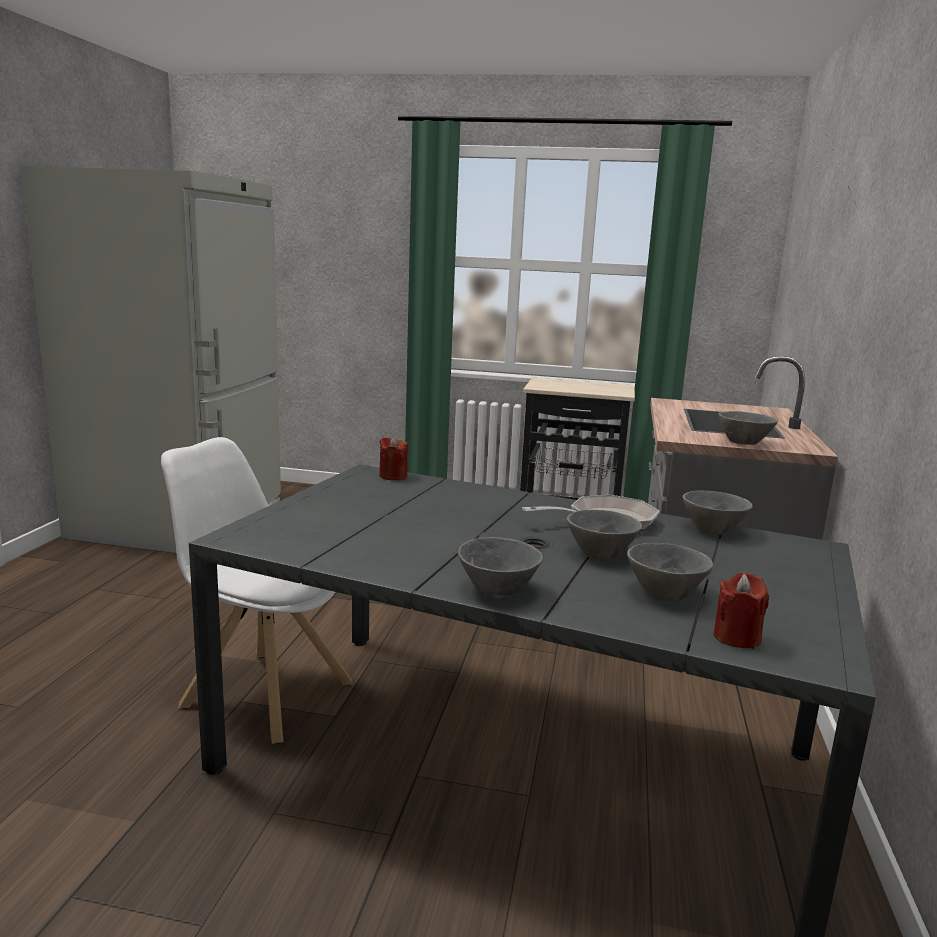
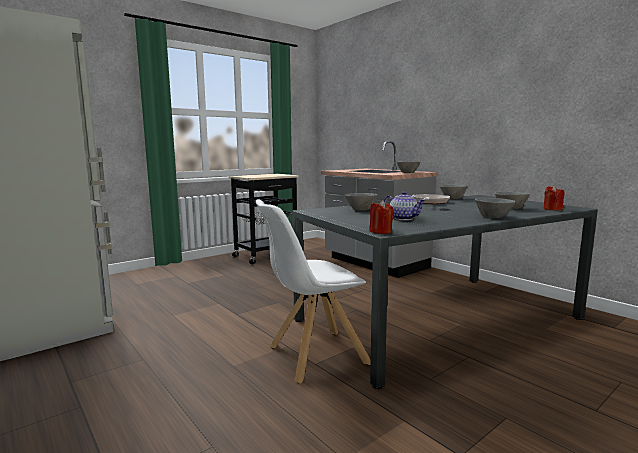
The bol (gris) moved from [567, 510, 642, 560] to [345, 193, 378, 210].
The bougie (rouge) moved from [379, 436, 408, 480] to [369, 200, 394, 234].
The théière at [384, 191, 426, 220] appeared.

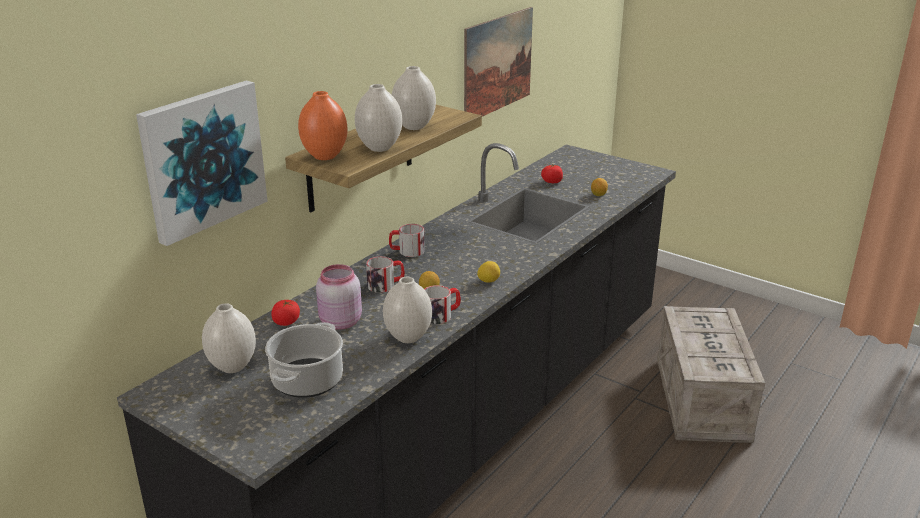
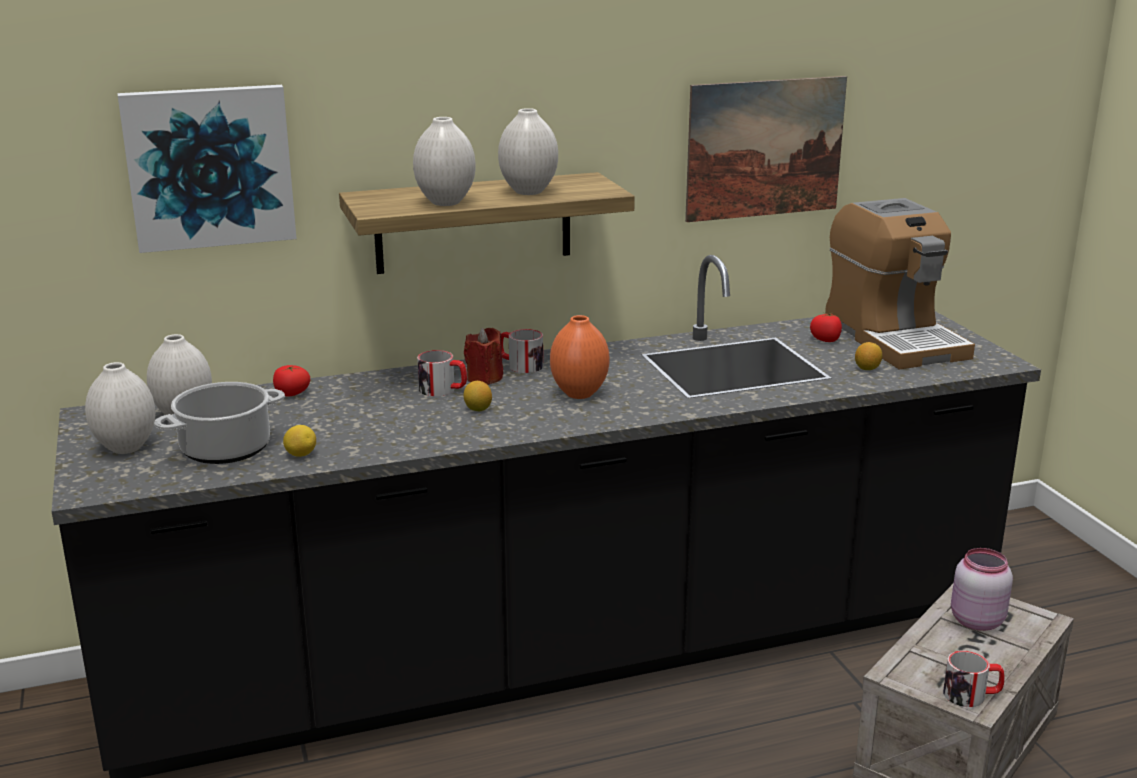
The vase (blanc) moved from [383, 277, 432, 343] to [85, 362, 155, 454].
The citron moved from [477, 261, 500, 283] to [283, 425, 316, 457].
The bougie (rouge) at [464, 328, 503, 385] appeared.
The vase (orange) moved from [298, 91, 348, 160] to [550, 315, 610, 399].
The machine à café at [825, 198, 975, 369] appeared.
The mug moved from [424, 285, 461, 324] to [943, 651, 1005, 707].
The bocal (rose) moved from [316, 264, 362, 330] to [951, 548, 1013, 631].

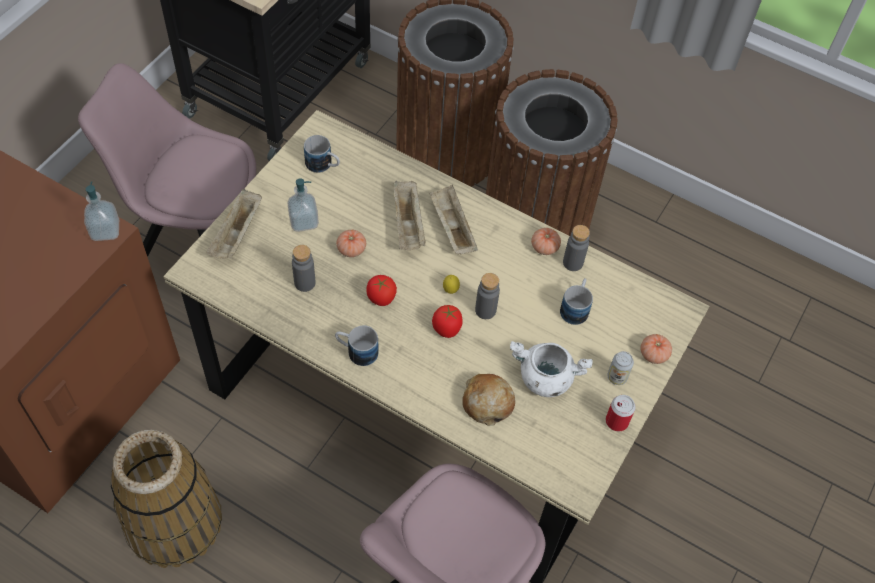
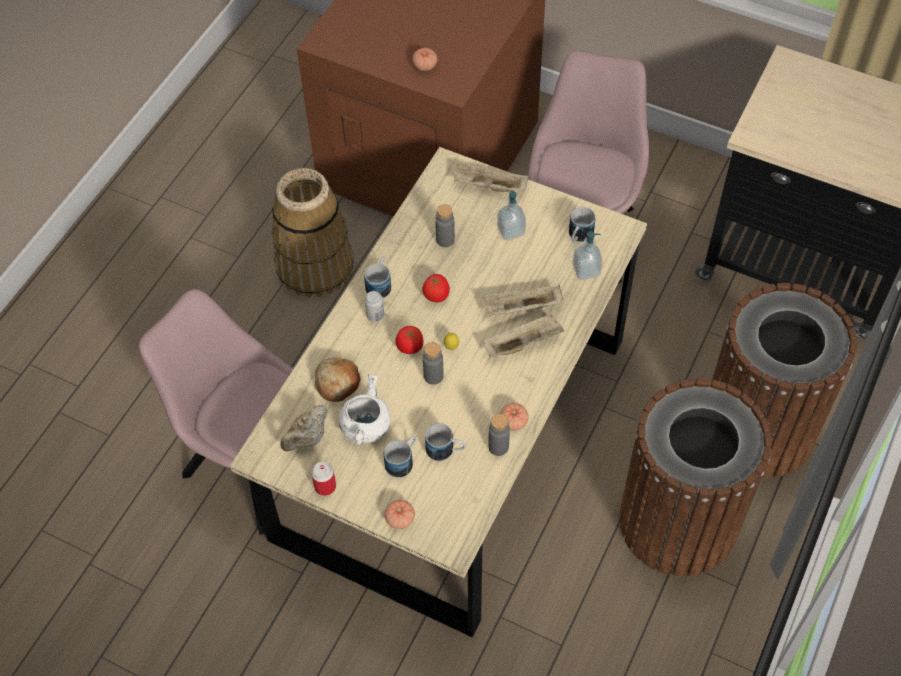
The théière (beige) at [280, 405, 328, 451] appeared.
The boîte métallique moved from [608, 351, 634, 385] to [365, 291, 384, 322].
The mug at [384, 435, 417, 477] appeared.
The tomate moved from [336, 230, 366, 257] to [412, 48, 437, 71].
The distributeur de savon moved from [84, 182, 119, 241] to [573, 231, 603, 280].

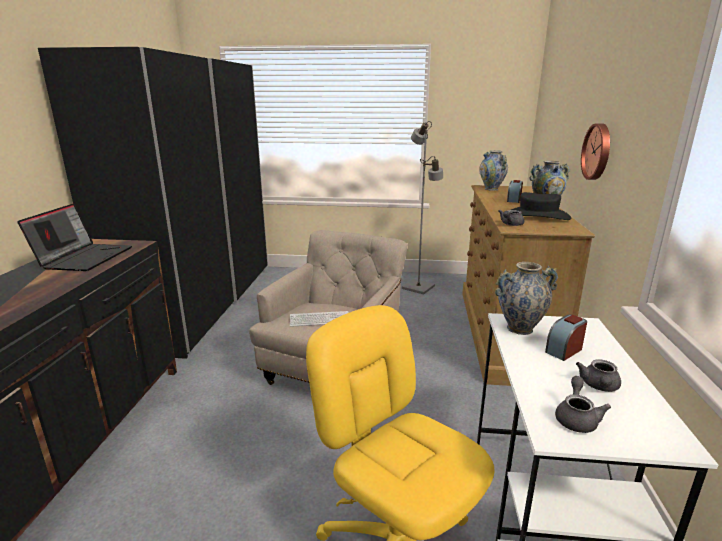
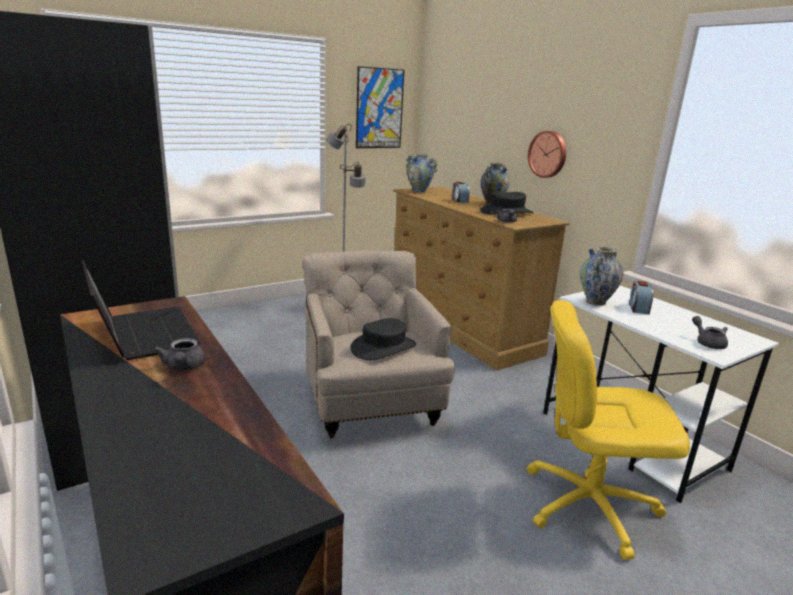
The théière (gris) moved from [576, 359, 621, 392] to [153, 338, 206, 371].
The clavier at [290, 311, 349, 327] was replaced by the chapeau (noir) at [350, 318, 416, 360].
The tableau at [356, 66, 404, 148] appeared.

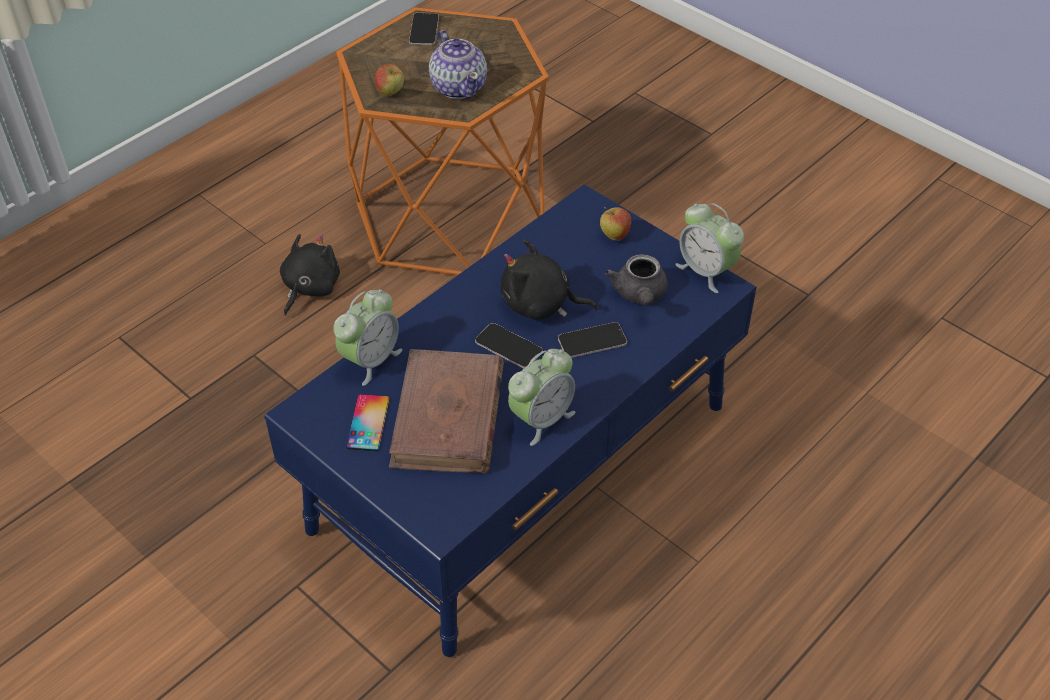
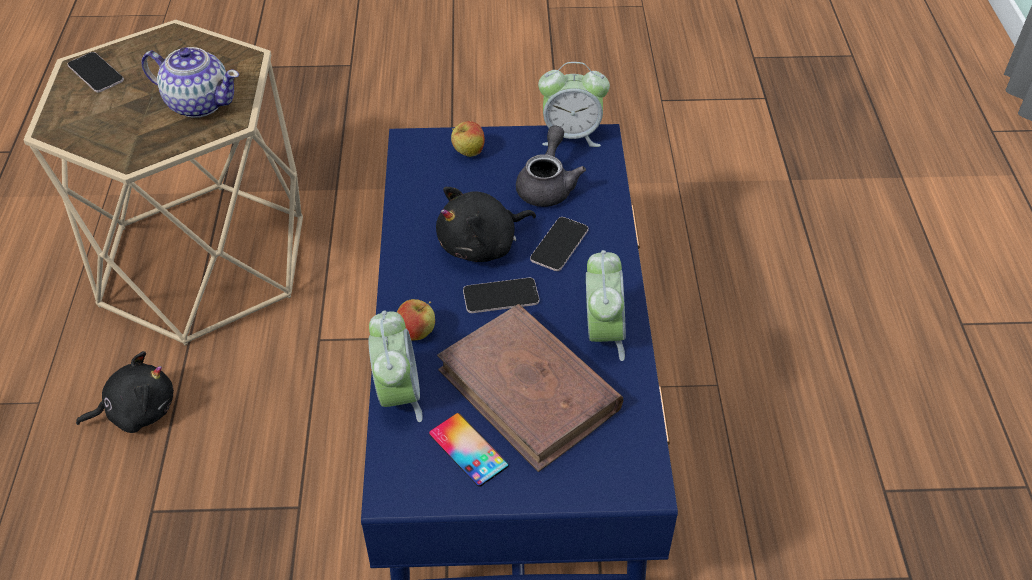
The table d'appoint (orange) at [336, 7, 549, 275] became the table d'appoint (beige) at [24, 20, 303, 345].
The peluche (noir) at [280, 234, 340, 316] turned 90 degrees clockwise.
The pomme moved from [375, 64, 404, 96] to [397, 299, 435, 341].
The théière (gris) at [605, 254, 668, 306] turned 120 degrees counterclockwise.

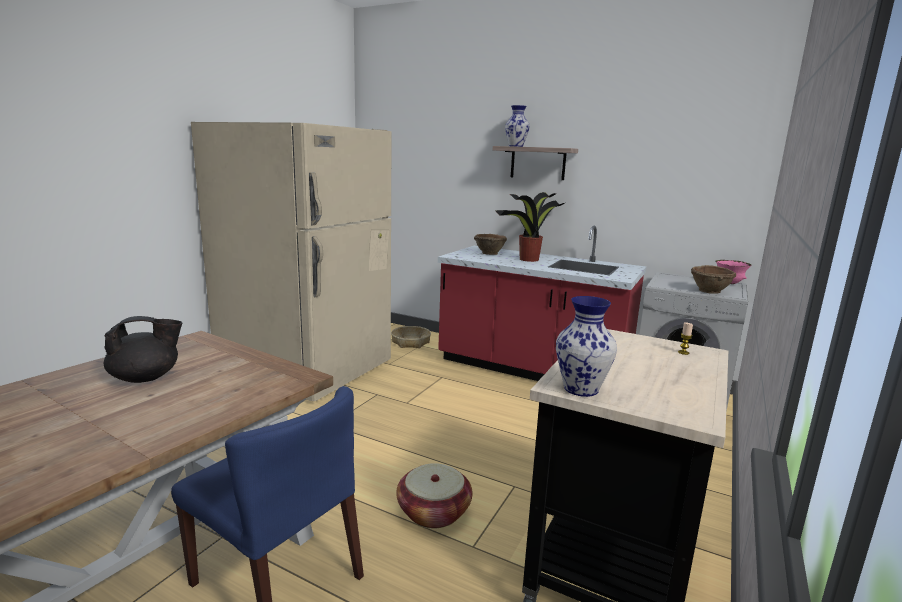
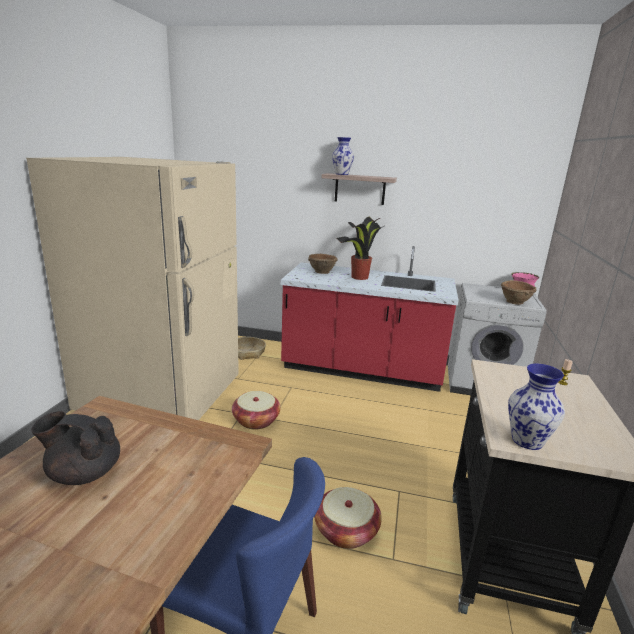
The théière (noir) at [104, 316, 182, 383] turned 135 degrees counterclockwise.
The panier at [232, 391, 281, 430] appeared.

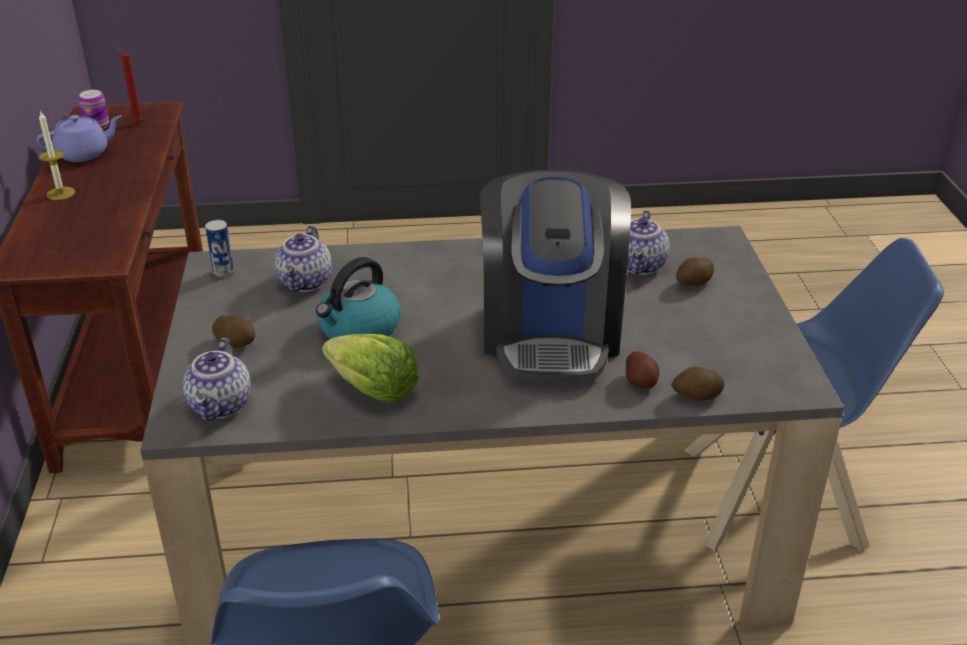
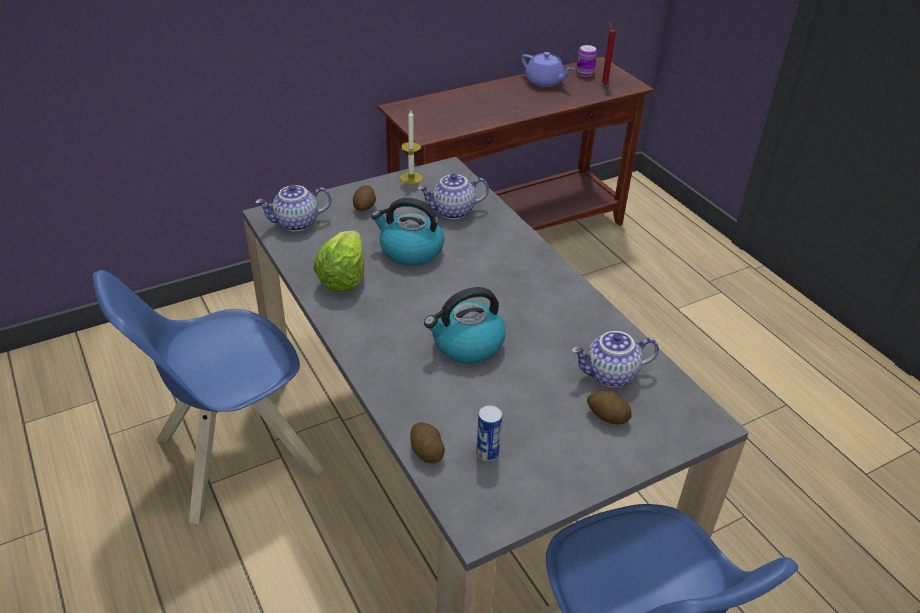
The bougie moved from [39, 110, 75, 200] to [400, 110, 423, 184].
The machine à café at [480, 170, 631, 382] was replaced by the bouilloire at [424, 287, 506, 364].
The boîte métallique moved from [205, 220, 234, 277] to [476, 405, 502, 462].
The pomme de terre at [626, 351, 660, 389] disappeared.

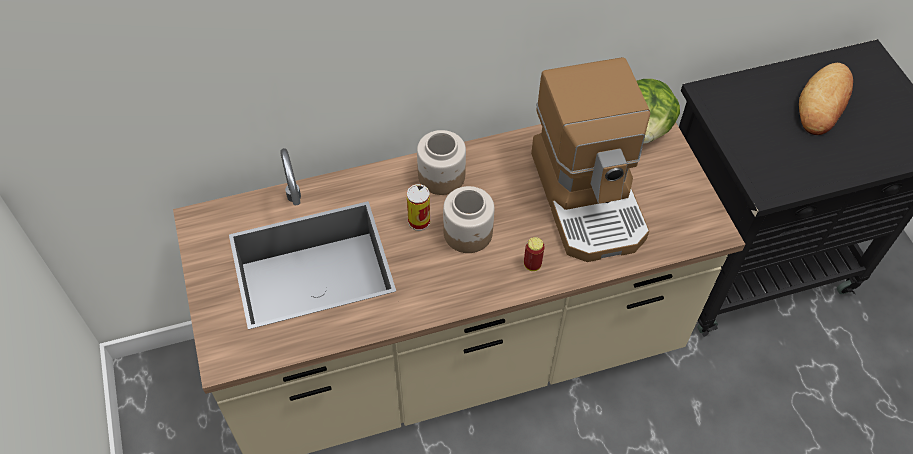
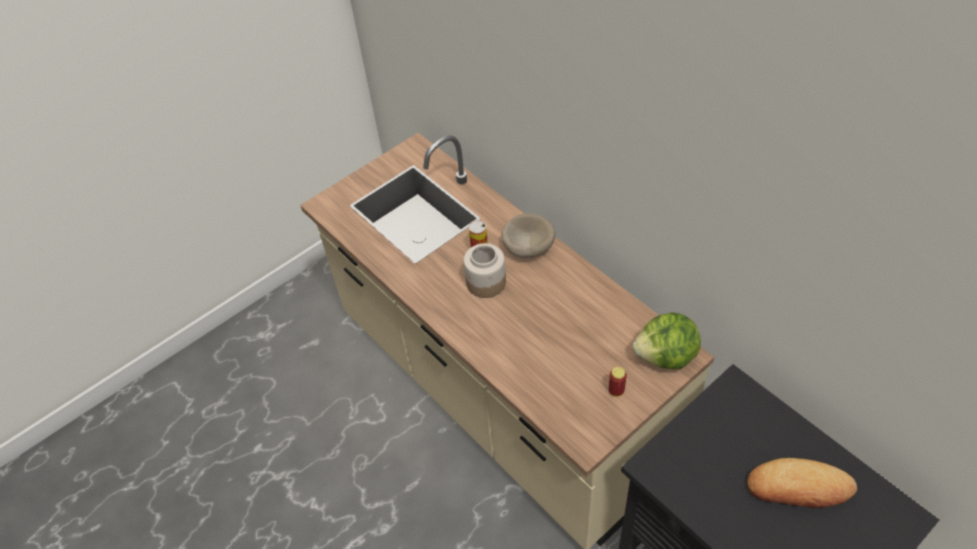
The bocal at [417, 130, 466, 195] was replaced by the bol (beige) at [502, 214, 555, 258].
The boîte métallique moved from [524, 237, 544, 271] to [609, 367, 627, 397].
The machine à café at [531, 57, 650, 262] disappeared.

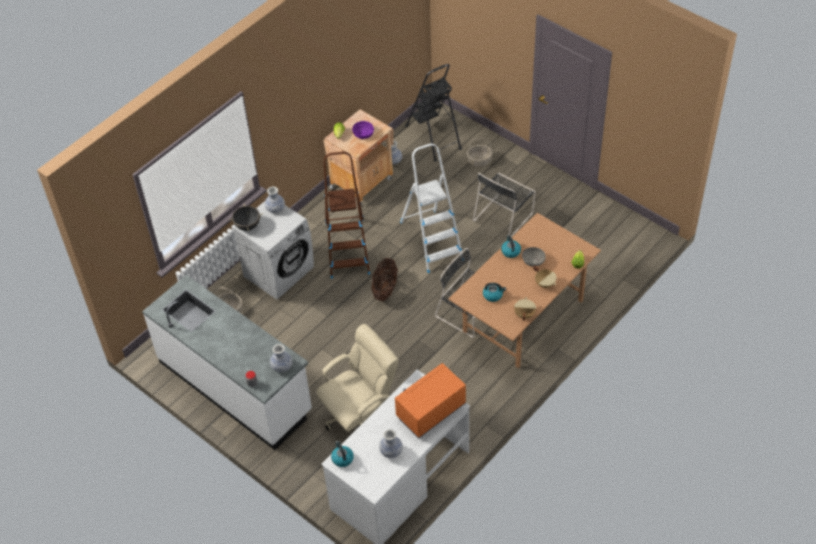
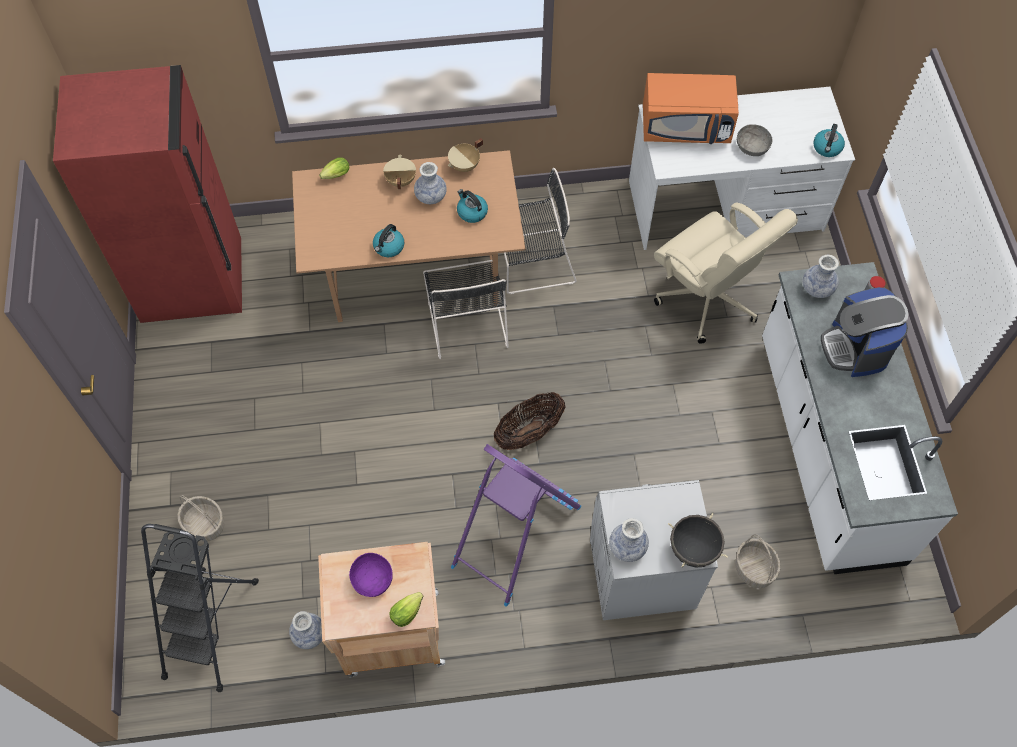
The réfrigérateur (rouge) at [53, 65, 242, 323] appeared.
The vase moved from [379, 429, 403, 458] to [414, 162, 447, 204].
The escabeau (marron) at [324, 152, 370, 279] became the escabeau (violet) at [451, 444, 581, 607].
The chaise (noir) moved from [473, 173, 535, 237] to [504, 168, 577, 294].
The chaise de bureau (beige) at [316, 324, 399, 432] turned 135 degrees counterclockwise.
The bol (gris) moved from [522, 247, 546, 266] to [737, 124, 772, 156].
The machine à café at [821, 287, 909, 377] appeared.
The escabeau (blanc) at [400, 144, 464, 273] disappeared.

